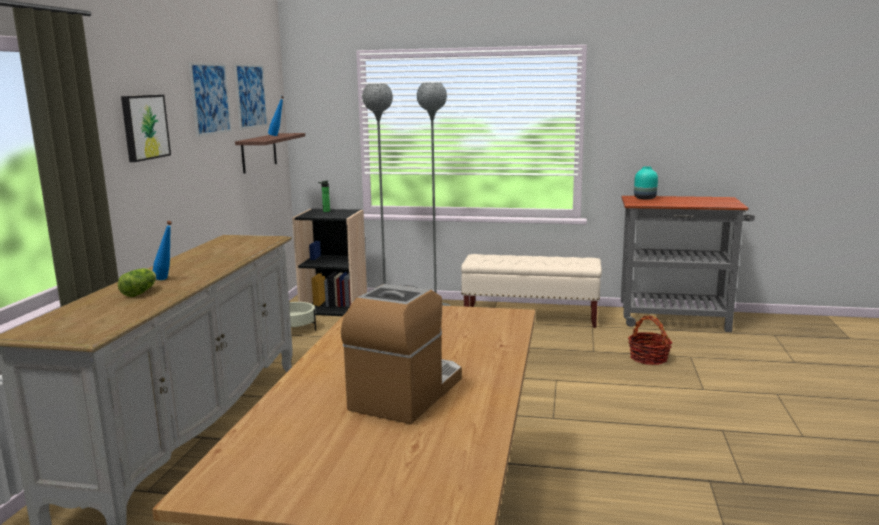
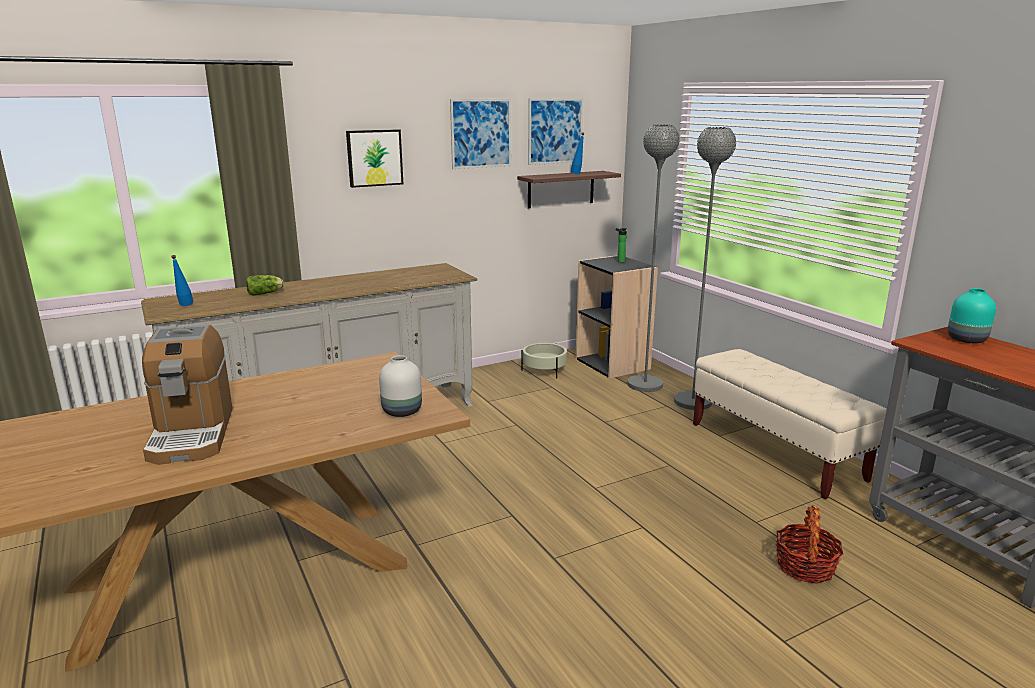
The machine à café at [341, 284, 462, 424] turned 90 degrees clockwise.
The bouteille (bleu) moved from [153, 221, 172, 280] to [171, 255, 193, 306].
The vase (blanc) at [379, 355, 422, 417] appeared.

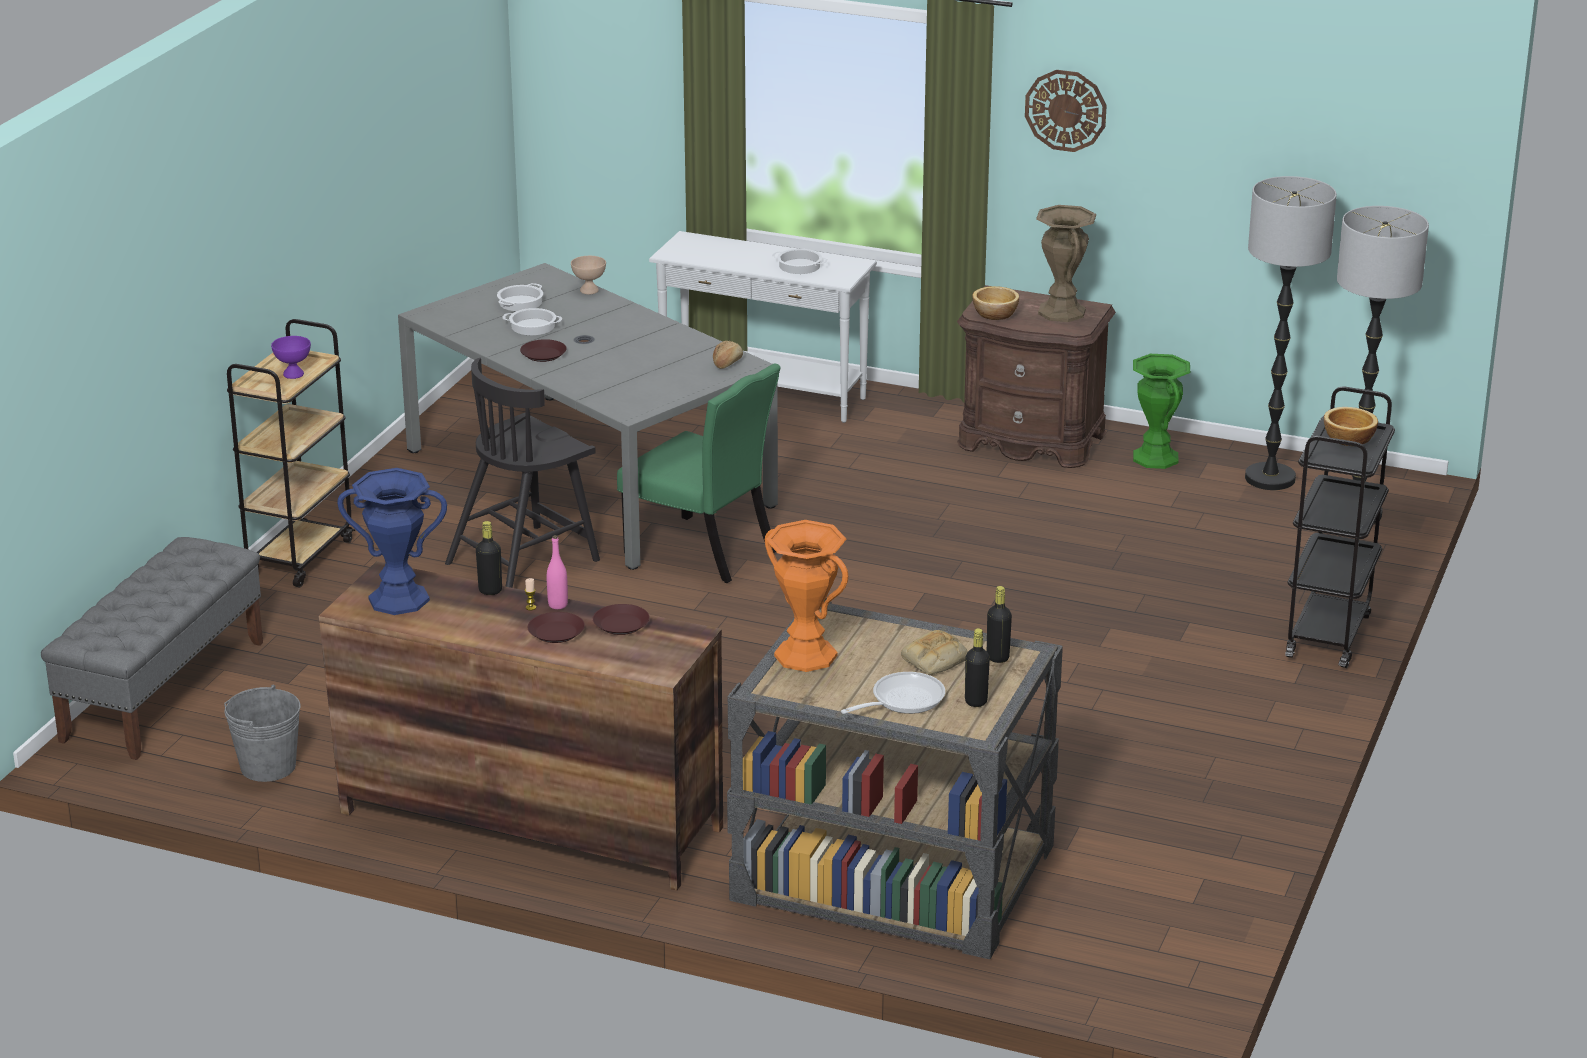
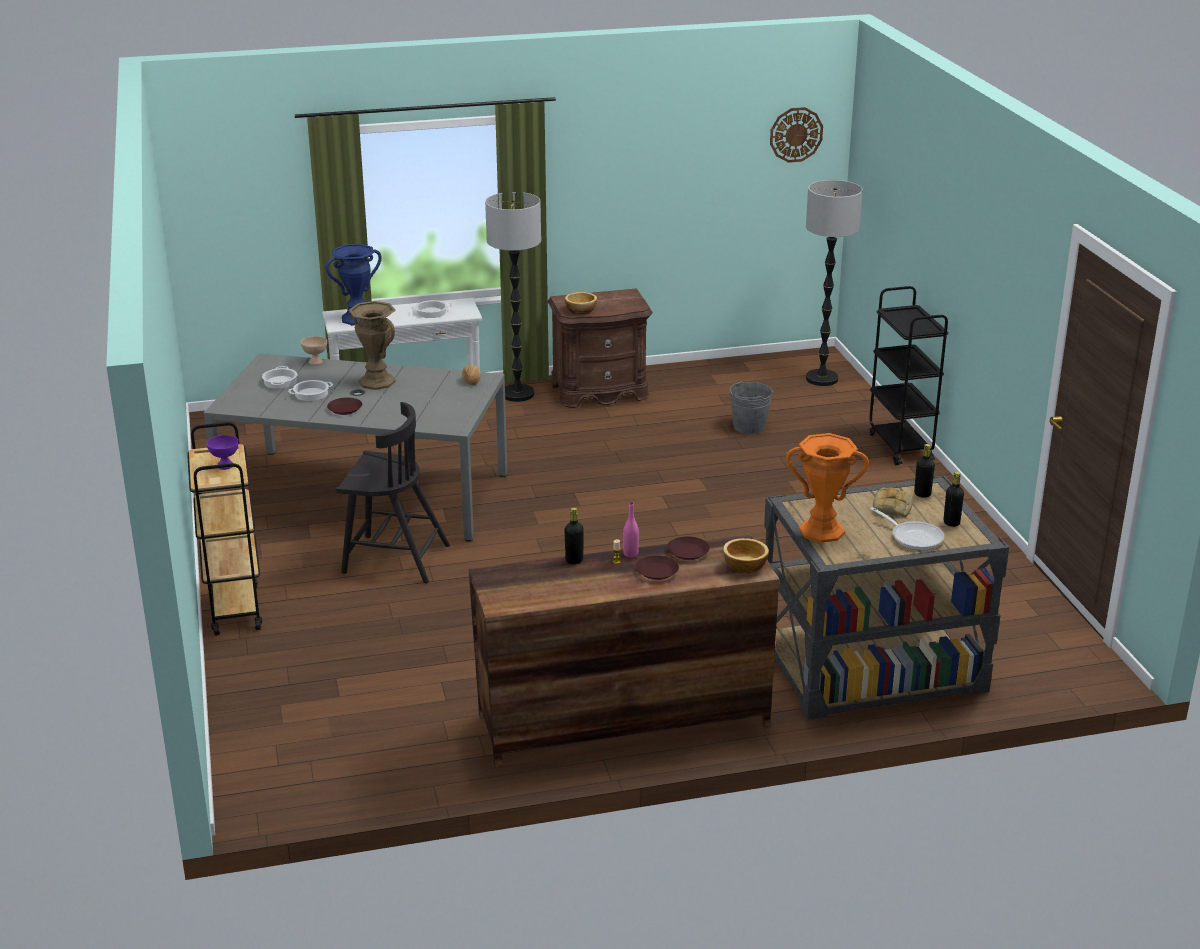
The vase (bleu) moved from [337, 468, 447, 615] to [325, 244, 382, 325].
The chaise (noir) at [445, 357, 600, 588] turned 90 degrees counterclockwise.
The vase (marron) moved from [1036, 205, 1096, 322] to [348, 301, 396, 390].
The lampadaire moved from [1245, 176, 1337, 490] to [485, 192, 541, 402].
The bol moved from [1324, 407, 1378, 446] to [723, 538, 769, 573].
The seau (gris) moved from [224, 685, 300, 782] to [729, 380, 773, 434].
The horloge murale moved from [1025, 70, 1107, 152] to [770, 107, 823, 163].
The poêle at [841, 672, 945, 714] turned 120 degrees clockwise.
The banc (gris) at [41, 537, 263, 760] disappeared.
The chaise (vert) at [617, 364, 780, 583] disappeared.
The vase (vert) at [1133, 354, 1190, 469] disappeared.

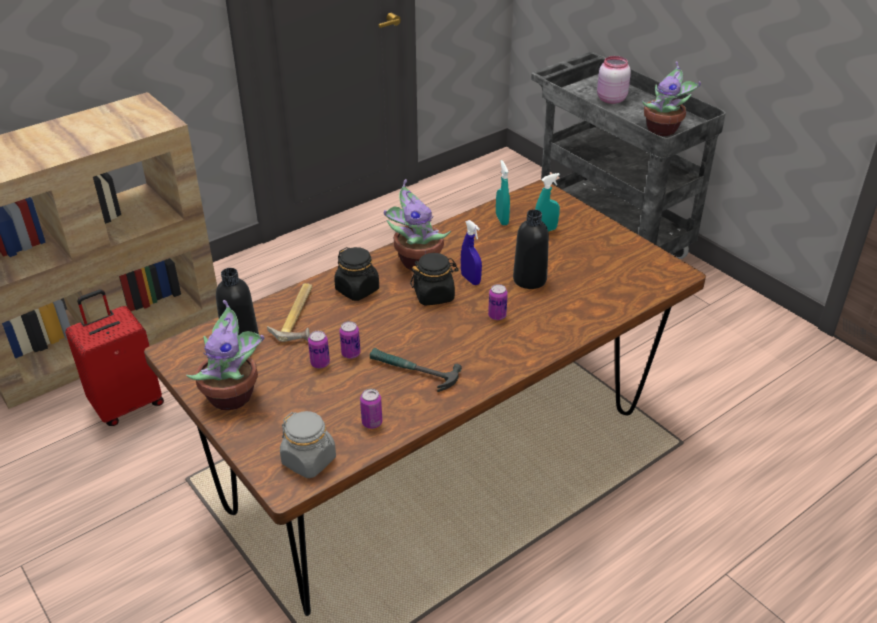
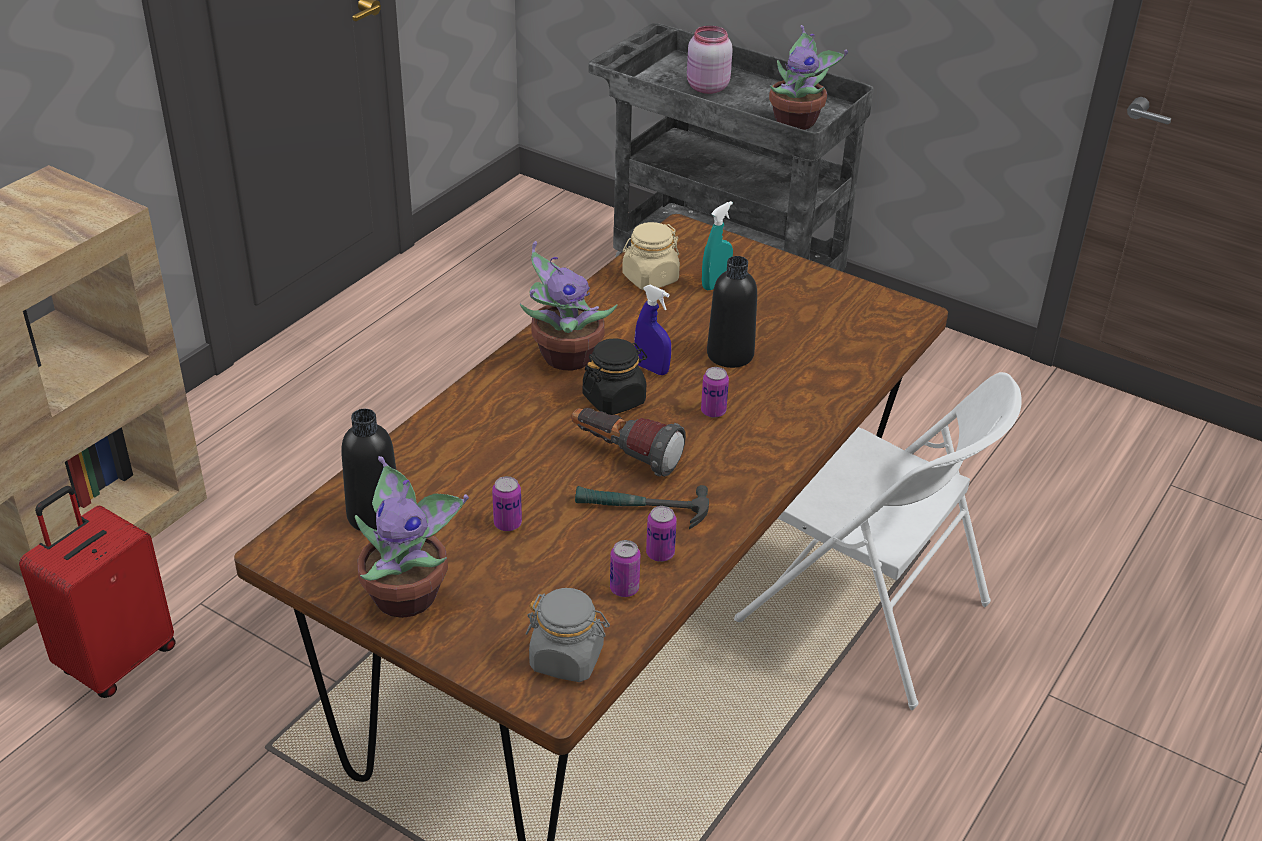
The lampe de poche at [572, 408, 686, 477] appeared.
The vaporisateur (turquoise) at [496, 160, 510, 226] was replaced by the bocal (beige) at [622, 222, 680, 290].
The boîte métallique moved from [340, 321, 360, 359] to [646, 506, 677, 562].
The chaise (blanc) at [734, 372, 1022, 710] appeared.
The marteau at [267, 283, 312, 342] disappeared.
The bocal (noir) at [334, 247, 379, 301] disappeared.

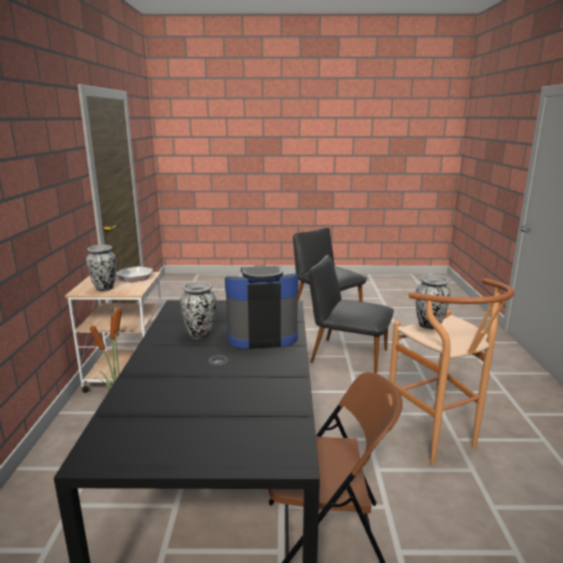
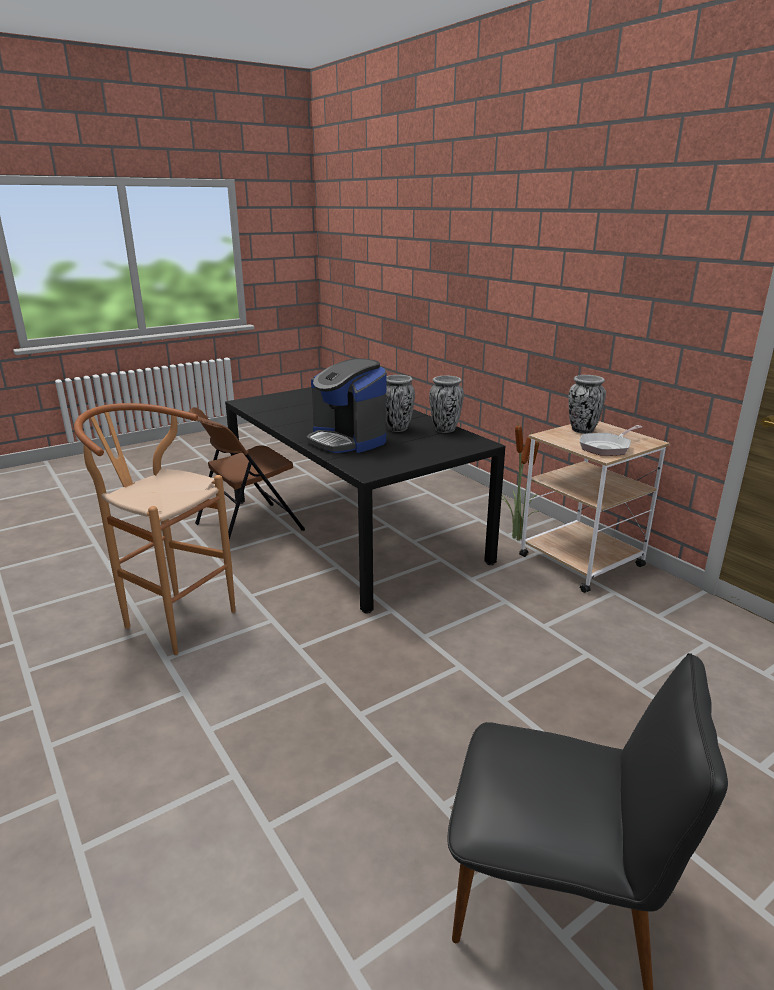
The machine à café at [225, 265, 299, 349] turned 90 degrees clockwise.
The vase moved from [416, 274, 451, 329] to [429, 375, 464, 433].
The chaise (noir) at [309, 255, 394, 374] disappeared.

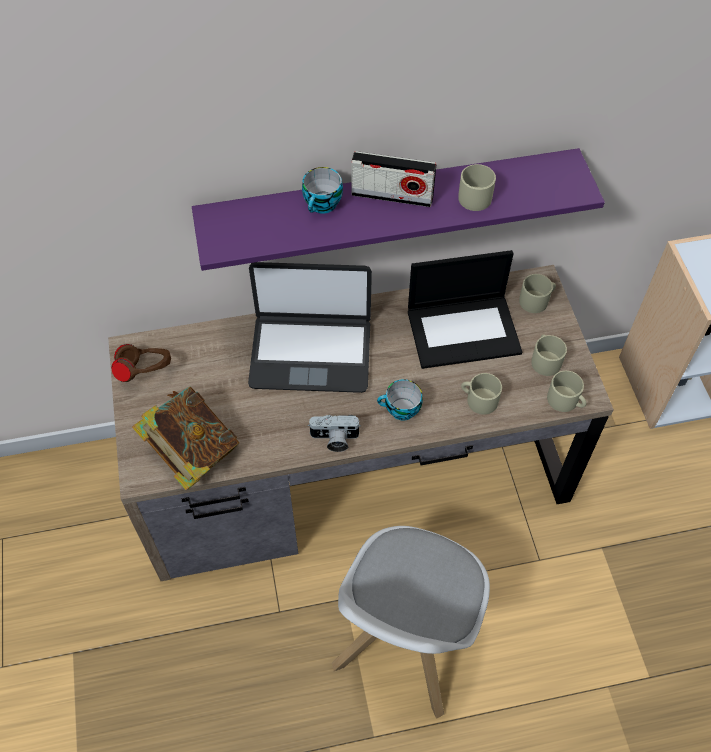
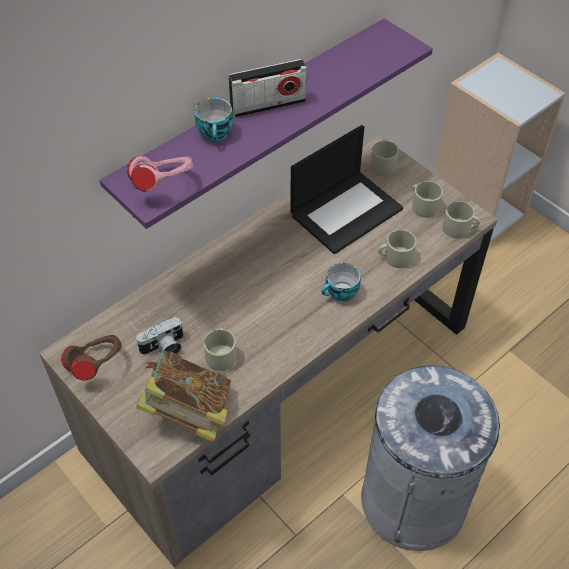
The casque audio (rose) at [127, 156, 193, 192] appeared.
The appareil photo moved from [308, 415, 361, 452] to [136, 317, 184, 355].
The mug (beige) moved from [458, 164, 496, 211] to [203, 328, 237, 371].
The chaise at [332, 526, 490, 719] was replaced by the poubelle (gris) at [361, 366, 502, 551].
The ordinateur portable at [248, 262, 372, 393] disappeared.

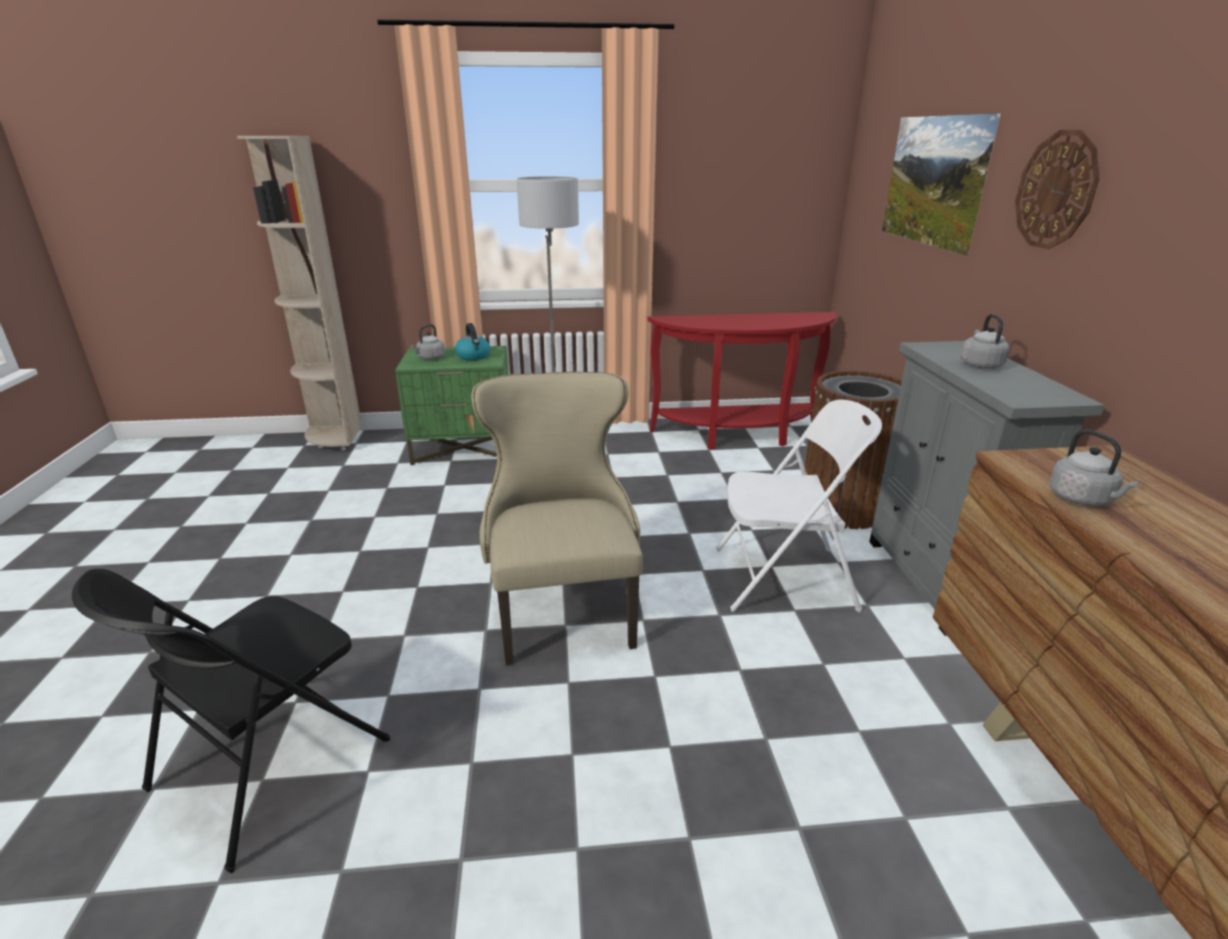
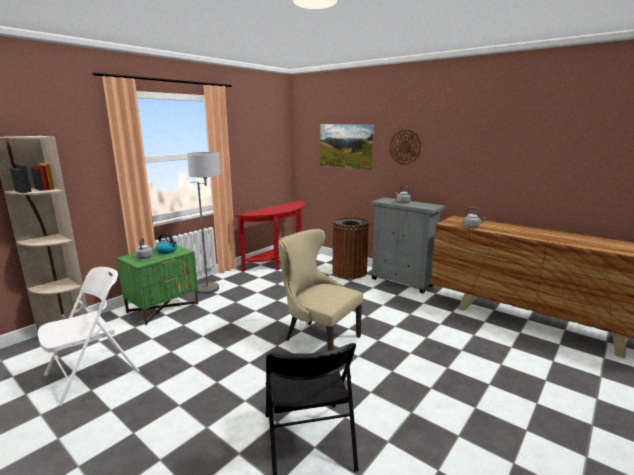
The chaise (blanc) moved from [716, 400, 882, 613] to [38, 267, 140, 406].

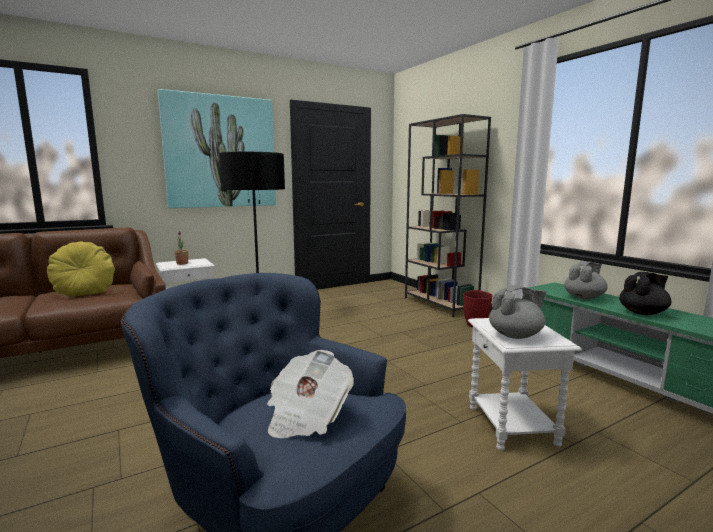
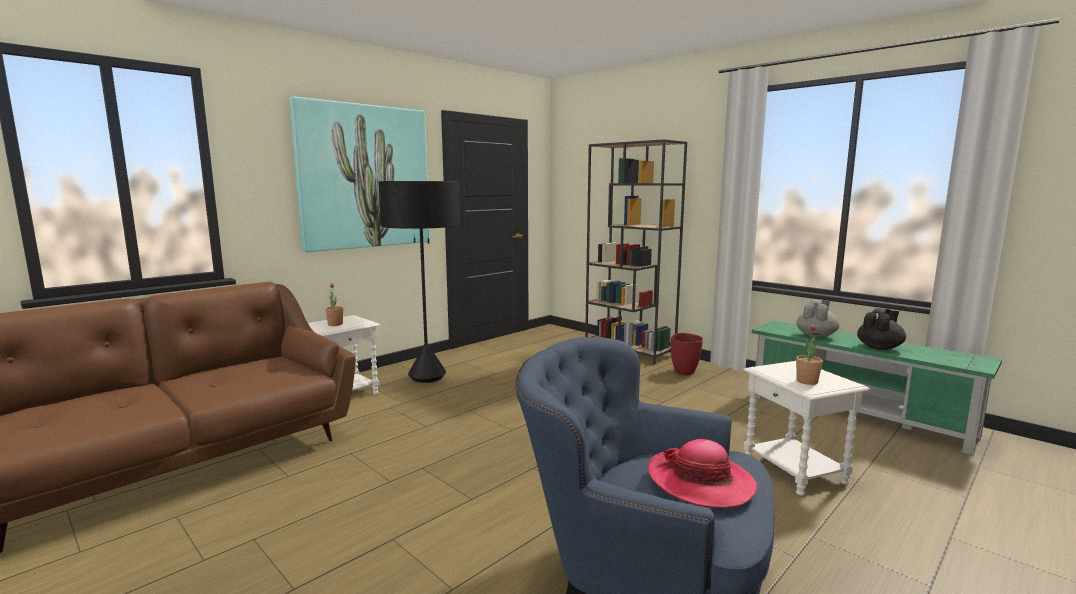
The journal at [267, 350, 354, 438] was replaced by the chapeau at [648, 439, 758, 508].
The théière (gris) at [489, 285, 546, 339] was replaced by the plante en pot at [796, 324, 823, 385].
The coussin (jaune) at [47, 242, 115, 297] disappeared.

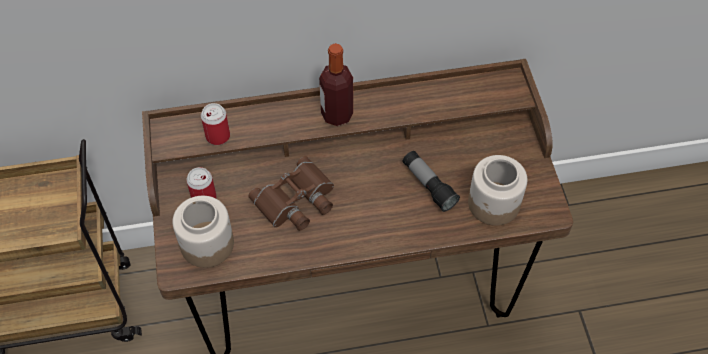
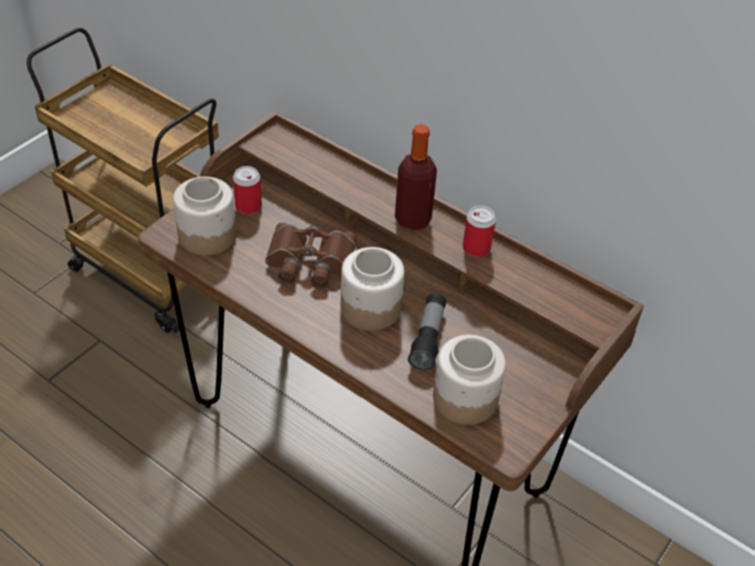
The bocal at [341, 247, 404, 331] appeared.
The boîte métallique moved from [201, 103, 230, 145] to [463, 206, 496, 257].

